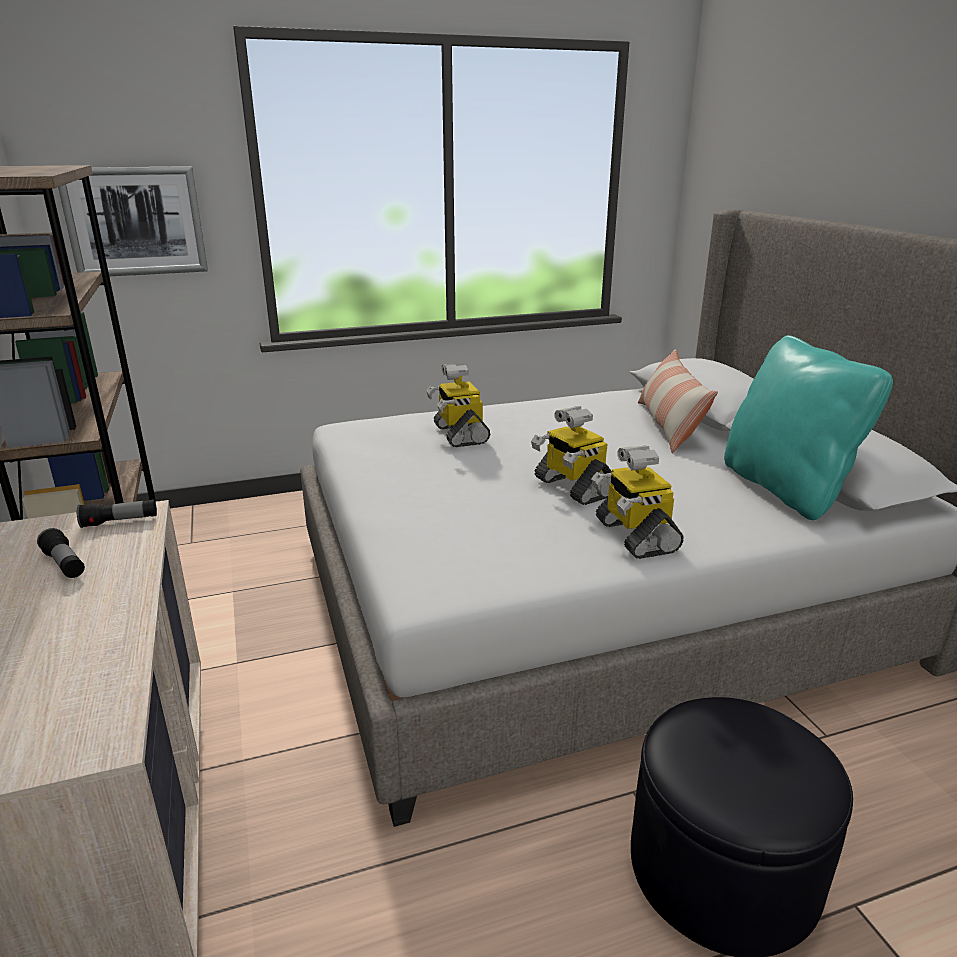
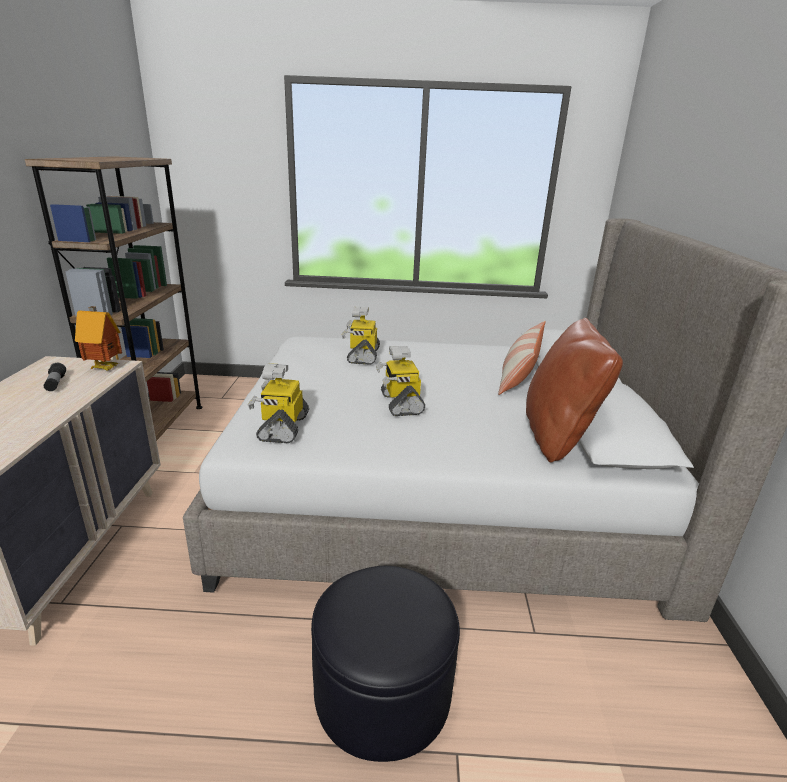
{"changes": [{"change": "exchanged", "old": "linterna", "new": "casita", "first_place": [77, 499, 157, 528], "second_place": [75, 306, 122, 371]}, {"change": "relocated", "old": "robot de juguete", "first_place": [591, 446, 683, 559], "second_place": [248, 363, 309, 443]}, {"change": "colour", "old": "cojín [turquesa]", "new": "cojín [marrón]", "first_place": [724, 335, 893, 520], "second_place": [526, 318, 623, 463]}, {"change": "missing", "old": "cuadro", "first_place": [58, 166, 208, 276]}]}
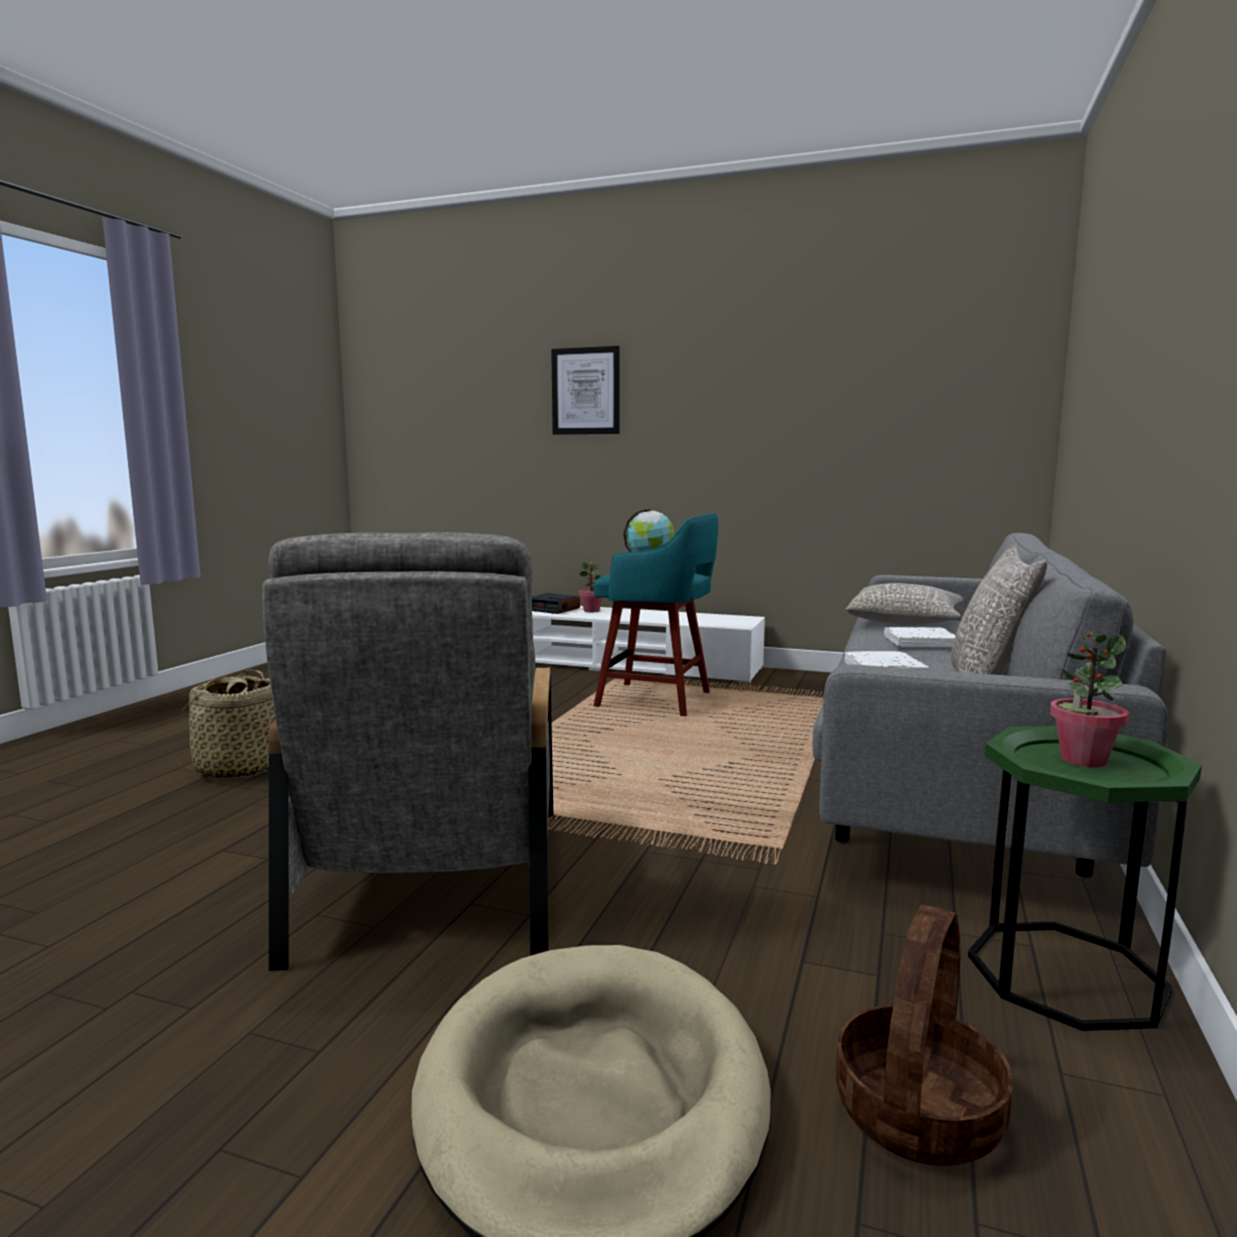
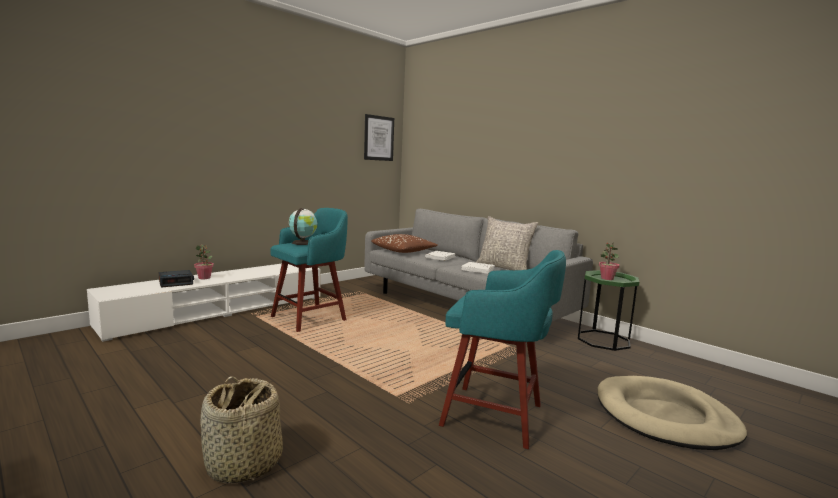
{"changes": [{"change": "relocated", "old": "cuadro", "first_place": [551, 346, 620, 435], "second_place": [364, 114, 394, 161]}, {"change": "colour", "old": "cojín [gris]", "new": "cojín [marrón]", "first_place": [846, 583, 964, 625], "second_place": [371, 234, 438, 253]}, {"change": "exchanged", "old": "sillón [gris]", "new": "taburete [turquesa]", "first_place": [262, 532, 553, 971], "second_place": [439, 250, 566, 449]}, {"change": "missing", "old": "cesta", "first_place": [836, 904, 1013, 1166]}]}
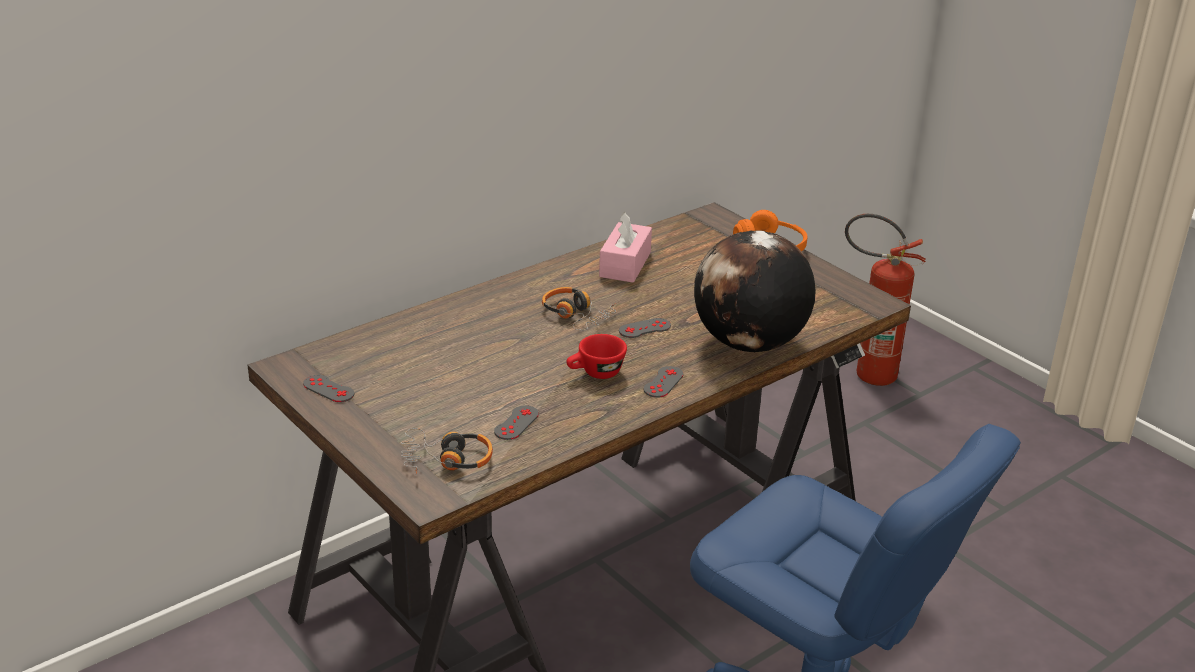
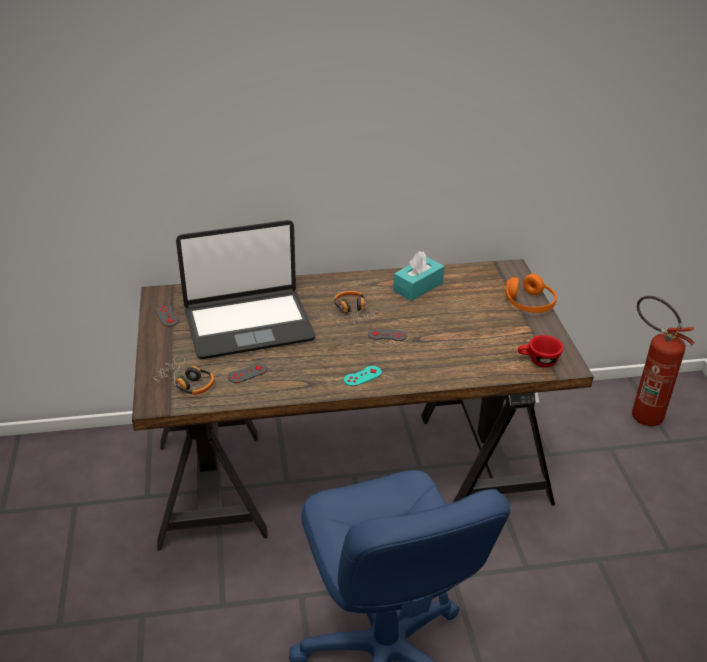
{"changes": [{"change": "appeared", "new": "portátil", "second_place": [176, 220, 316, 359]}, {"change": "colour", "old": "mando de consola [gris]", "new": "mando de consola [turquesa]", "first_place": [644, 366, 683, 398], "second_place": [344, 366, 382, 386]}, {"change": "colour", "old": "caja de pañuelos [rosa]", "new": "caja de pañuelos [turquesa]", "first_place": [599, 212, 652, 283], "second_place": [393, 251, 444, 301]}, {"change": "relocated", "old": "taza [rojo]", "first_place": [566, 334, 627, 379], "second_place": [518, 335, 564, 368]}, {"change": "missing", "old": "globo terráqueo", "first_place": [694, 230, 815, 352]}]}
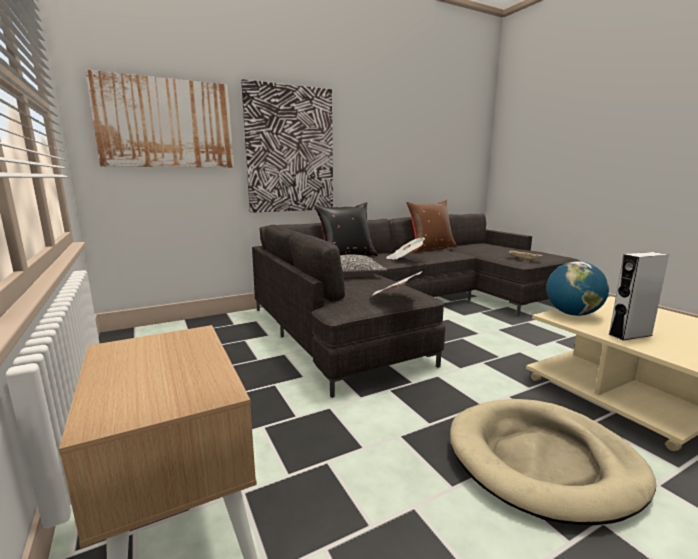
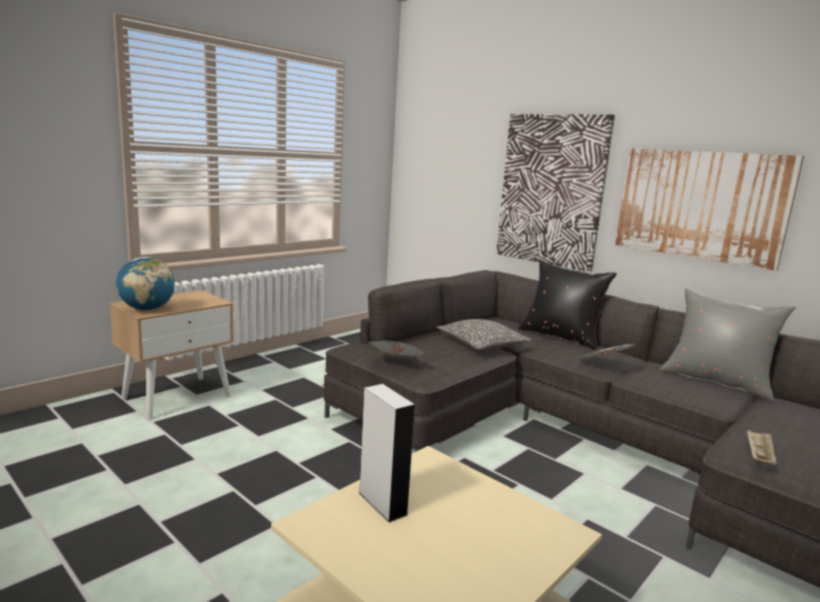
{"changes": [{"change": "relocated", "old": "globo terráqueo", "first_place": [546, 261, 609, 316], "second_place": [116, 257, 175, 310]}, {"change": "relocated", "old": "cuadro", "first_place": [85, 70, 234, 168], "second_place": [615, 148, 804, 271]}, {"change": "colour", "old": "cojín [marrón]", "new": "cojín [gris]", "first_place": [406, 200, 457, 253], "second_place": [660, 288, 796, 401]}, {"change": "missing", "old": "cama para perro [beis]", "first_place": [450, 399, 656, 525]}]}
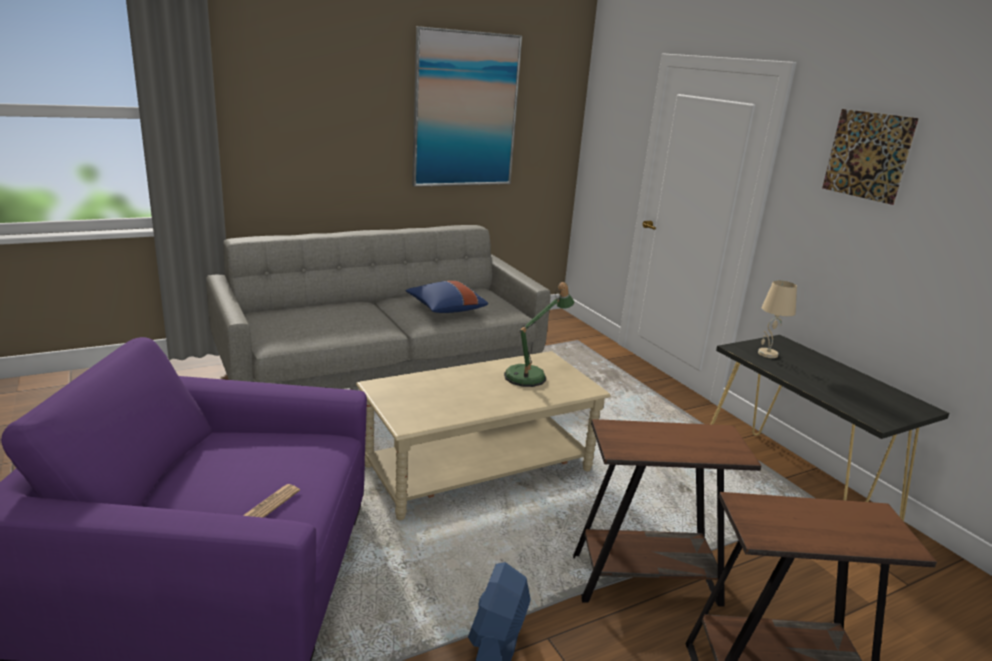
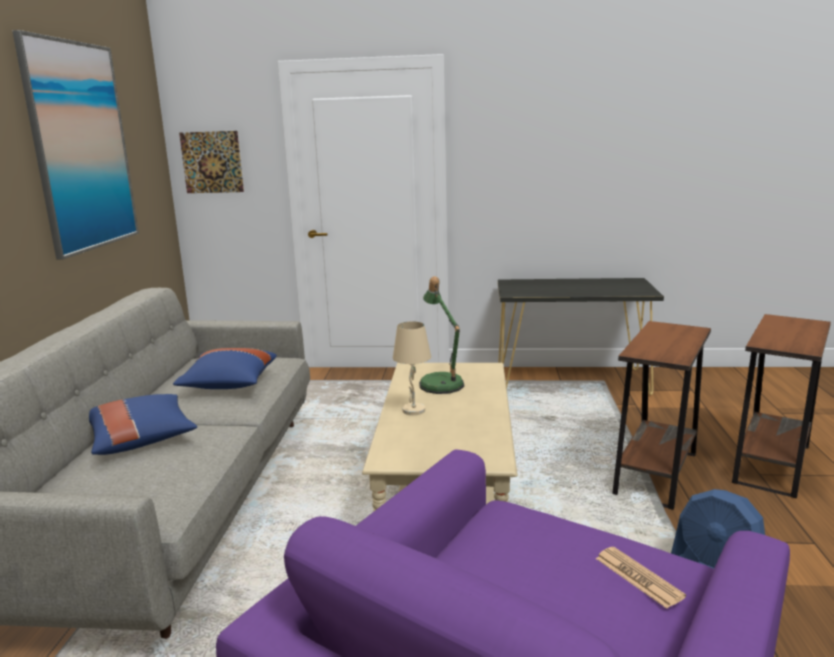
{"changes": [{"change": "appeared", "new": "cojín [azul]", "second_place": [89, 394, 197, 455]}, {"change": "relocated", "old": "cuadro", "first_place": [822, 109, 919, 205], "second_place": [179, 131, 244, 193]}, {"change": "relocated", "old": "lámpara de mesa [beis]", "first_place": [758, 280, 797, 358], "second_place": [393, 321, 431, 415]}]}
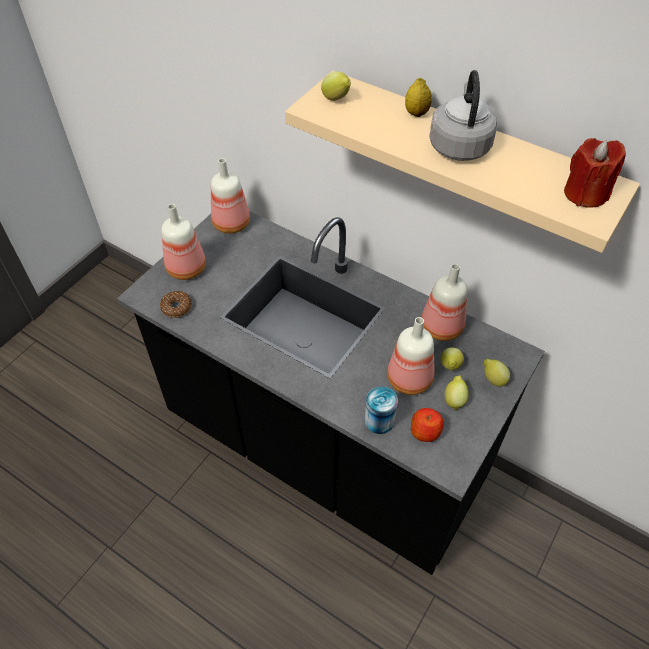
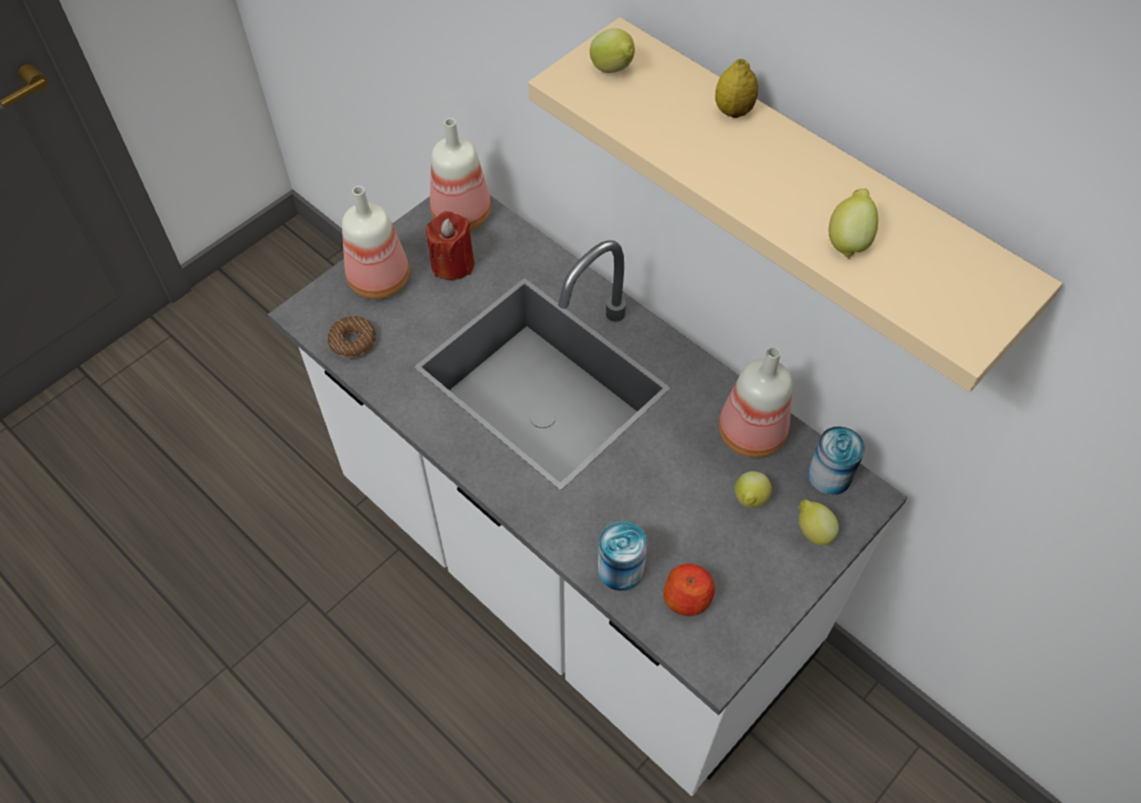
{"changes": [{"change": "colour", "old": "mueble bajo de cocina [negro]", "new": "mueble bajo de cocina [blanco]", "first_place": [117, 211, 545, 575], "second_place": [268, 195, 908, 796]}, {"change": "relocated", "old": "vela [rojo]", "first_place": [564, 138, 626, 207], "second_place": [426, 211, 474, 280]}, {"change": "appeared", "new": "lata", "second_place": [808, 426, 865, 495]}, {"change": "relocated", "old": "limón", "first_place": [445, 375, 469, 410], "second_place": [829, 188, 878, 259]}, {"change": "missing", "old": "botella", "first_place": [387, 317, 435, 395]}, {"change": "missing", "old": "hervidor [gris]", "first_place": [429, 70, 497, 161]}]}
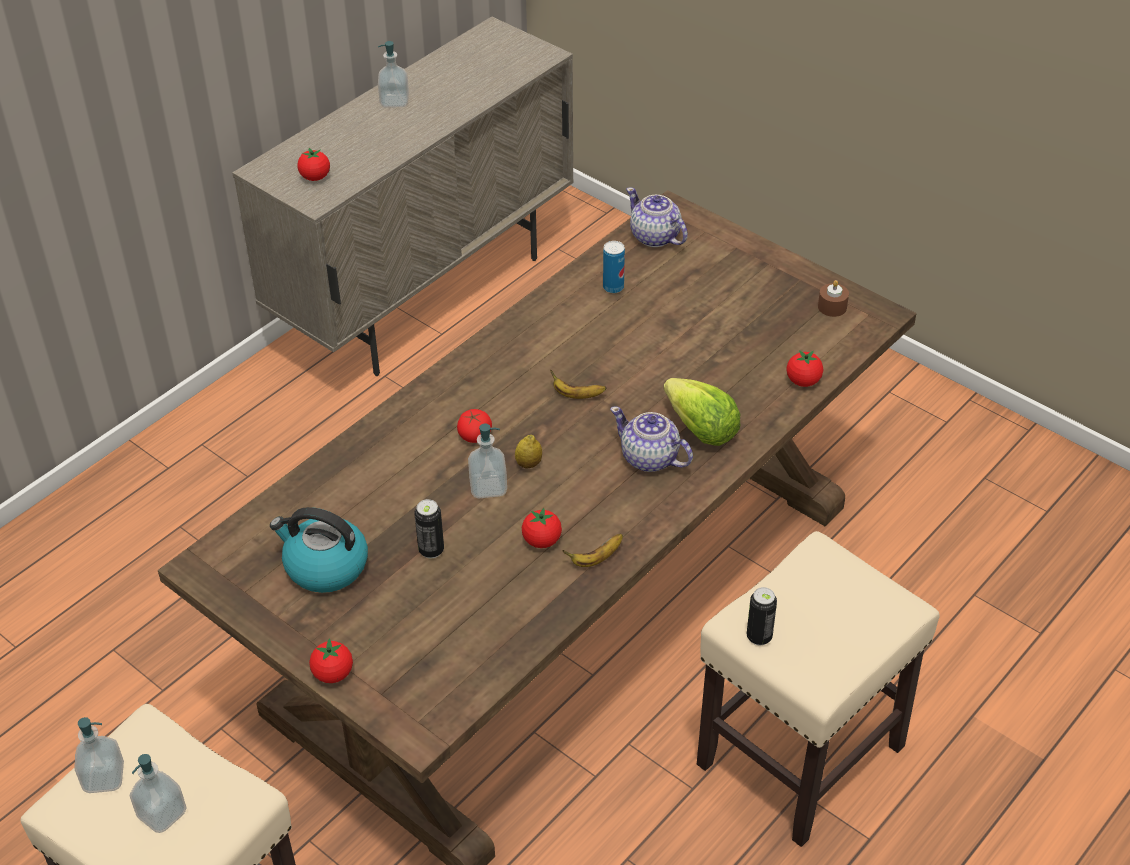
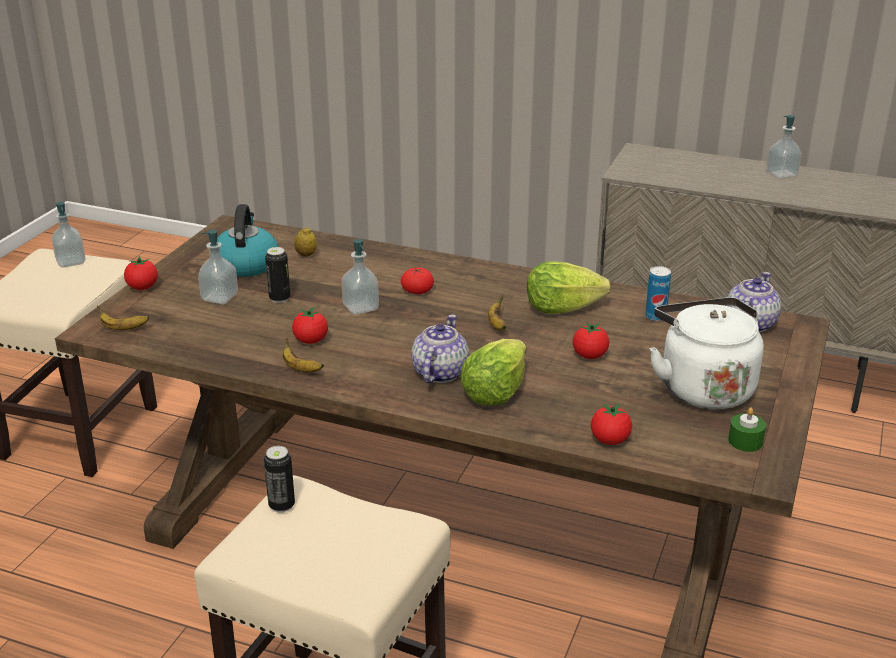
{"changes": [{"change": "appeared", "new": "plátano", "second_place": [97, 306, 149, 330]}, {"change": "relocated", "old": "dispensador de jabón", "first_place": [130, 754, 187, 833], "second_place": [198, 230, 238, 304]}, {"change": "relocated", "old": "limón", "first_place": [515, 435, 542, 469], "second_place": [294, 227, 317, 257]}, {"change": "appeared", "new": "lechuga", "second_place": [527, 261, 611, 314]}, {"change": "relocated", "old": "tomate", "first_place": [297, 148, 330, 181], "second_place": [573, 322, 609, 359]}, {"change": "appeared", "new": "hervidor [blanco]", "second_place": [649, 297, 764, 410]}, {"change": "colour", "old": "vela [marrón]", "new": "vela [verde]", "first_place": [818, 280, 849, 317], "second_place": [728, 407, 766, 452]}]}
